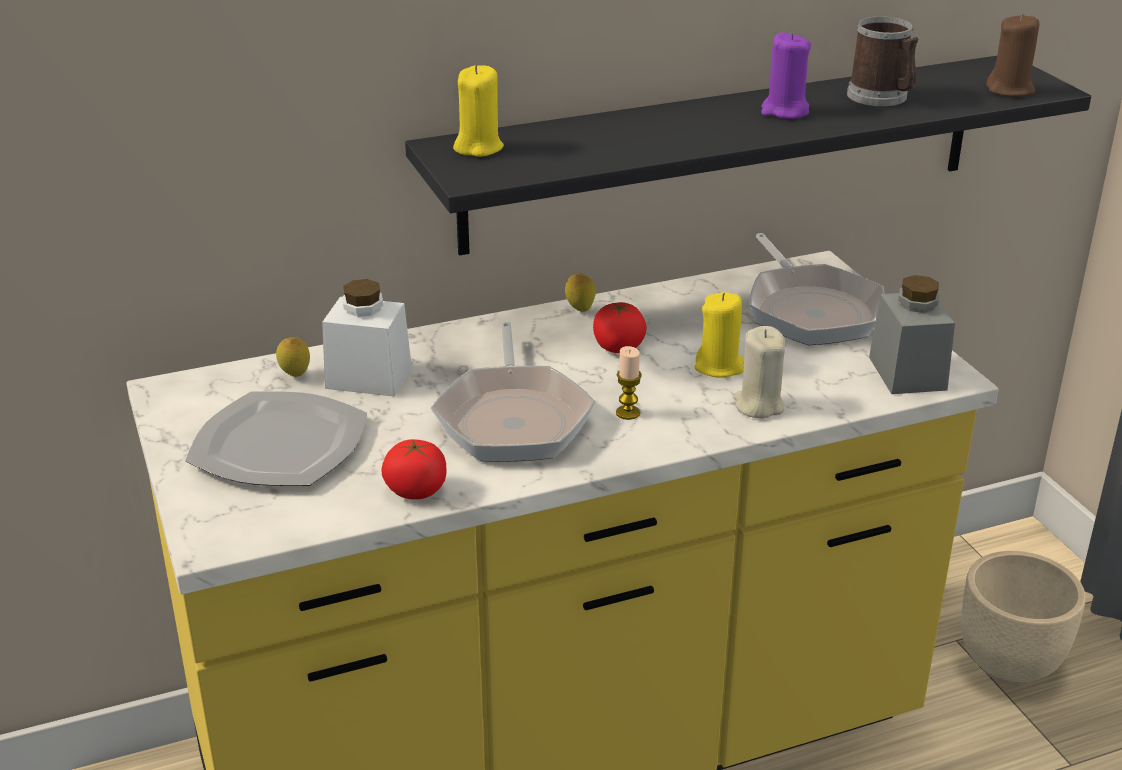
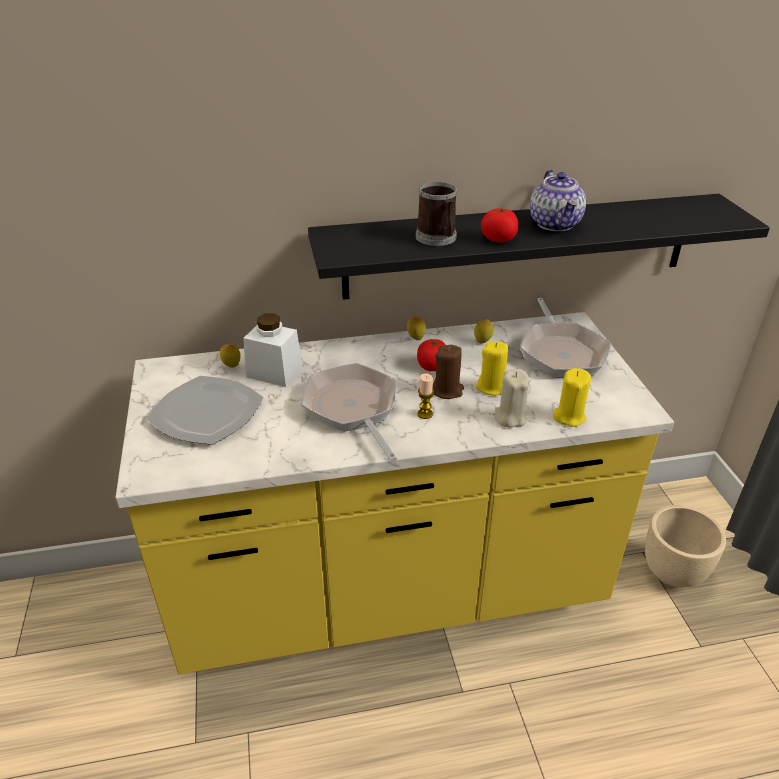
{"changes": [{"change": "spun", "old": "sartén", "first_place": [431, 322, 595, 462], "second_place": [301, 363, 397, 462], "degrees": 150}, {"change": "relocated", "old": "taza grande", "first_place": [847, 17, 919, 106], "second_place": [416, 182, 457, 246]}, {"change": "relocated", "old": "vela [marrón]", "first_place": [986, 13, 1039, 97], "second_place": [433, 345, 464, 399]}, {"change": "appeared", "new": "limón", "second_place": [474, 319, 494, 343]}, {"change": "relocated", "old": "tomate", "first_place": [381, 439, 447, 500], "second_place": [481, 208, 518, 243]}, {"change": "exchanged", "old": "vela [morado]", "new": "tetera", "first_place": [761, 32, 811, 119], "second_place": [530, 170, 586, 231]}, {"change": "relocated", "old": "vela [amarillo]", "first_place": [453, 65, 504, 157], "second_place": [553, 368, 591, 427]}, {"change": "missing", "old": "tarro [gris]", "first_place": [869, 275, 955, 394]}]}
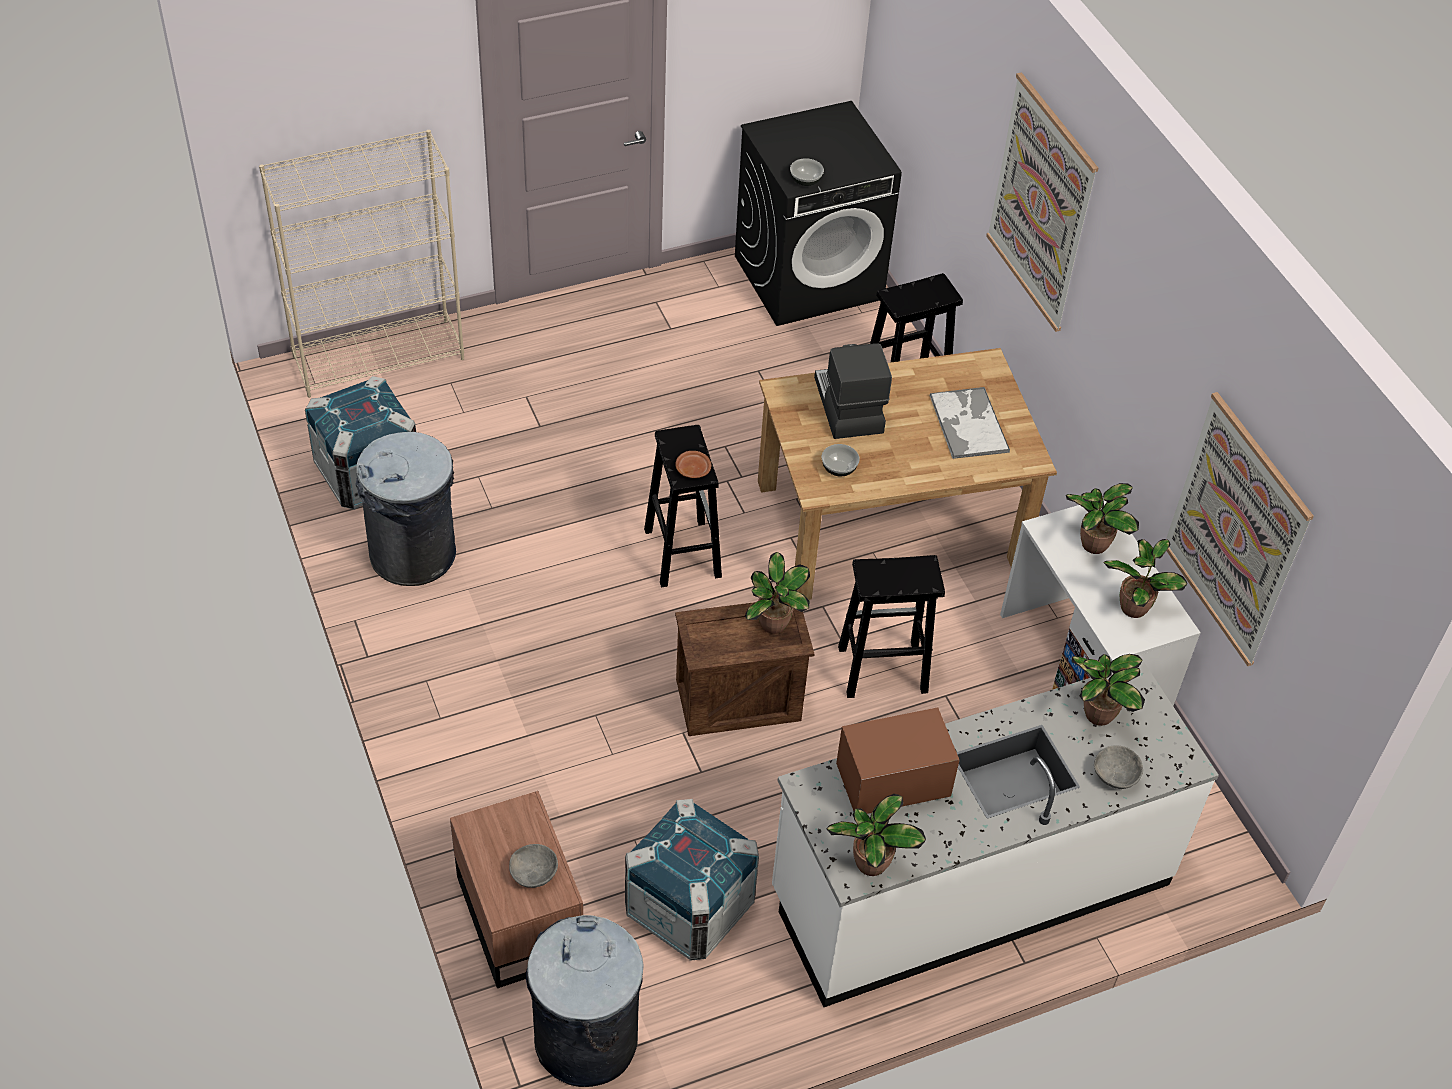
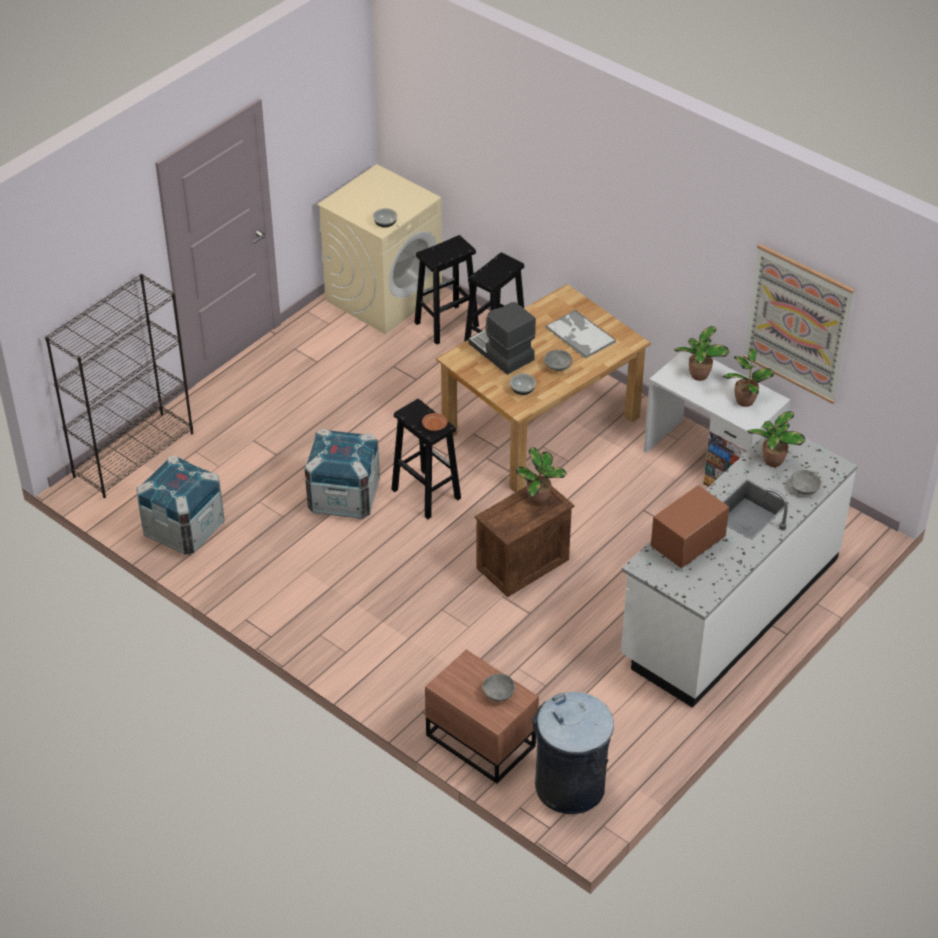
{"changes": [{"change": "colour", "old": "estantería [beis]", "new": "estantería [negro]", "first_place": [259, 130, 464, 398], "second_place": [45, 274, 193, 498]}, {"change": "relocated", "old": "caja de embalaje", "first_place": [625, 799, 759, 961], "second_place": [304, 428, 380, 519]}, {"change": "colour", "old": "lavadora [negro]", "new": "lavadora [beis]", "first_place": [735, 101, 902, 326], "second_place": [317, 164, 442, 334]}, {"change": "relocated", "old": "taburete [negro]", "first_place": [838, 555, 945, 698], "second_place": [414, 235, 479, 345]}, {"change": "appeared", "new": "cuenco [gris]", "second_place": [544, 350, 573, 371]}, {"change": "missing", "old": "papelera [gris]", "first_place": [356, 432, 456, 586]}, {"change": "missing", "old": "planta en maceta", "first_place": [827, 794, 926, 876]}, {"change": "missing", "old": "cuadro", "first_place": [986, 72, 1098, 332]}]}
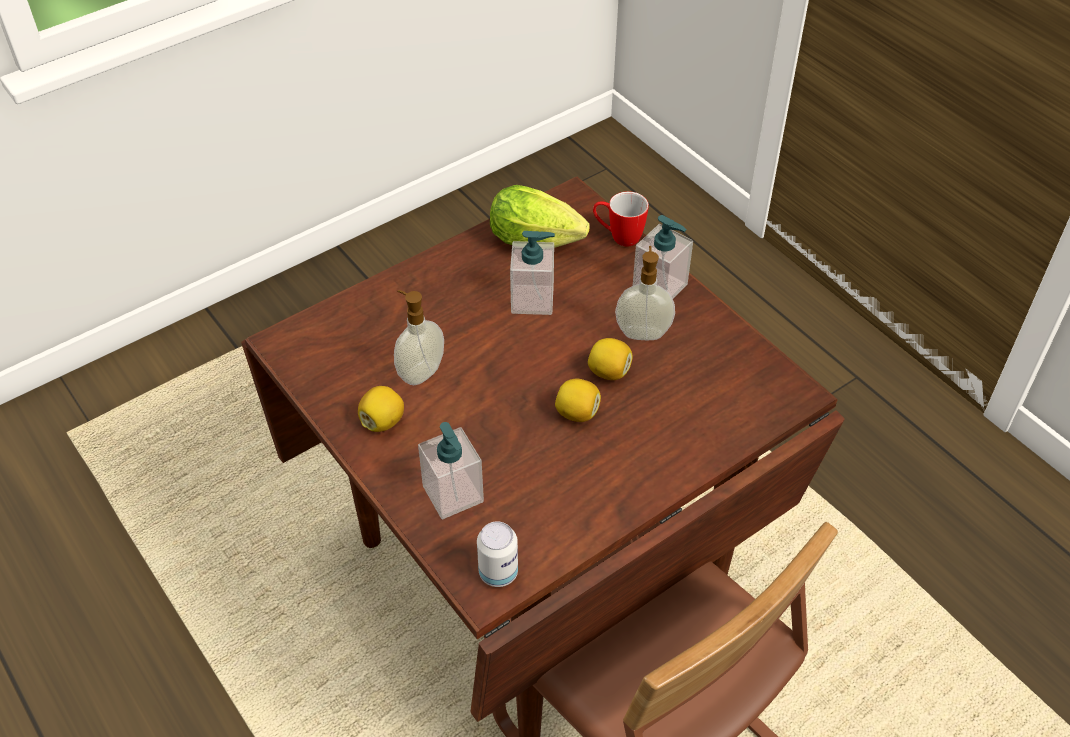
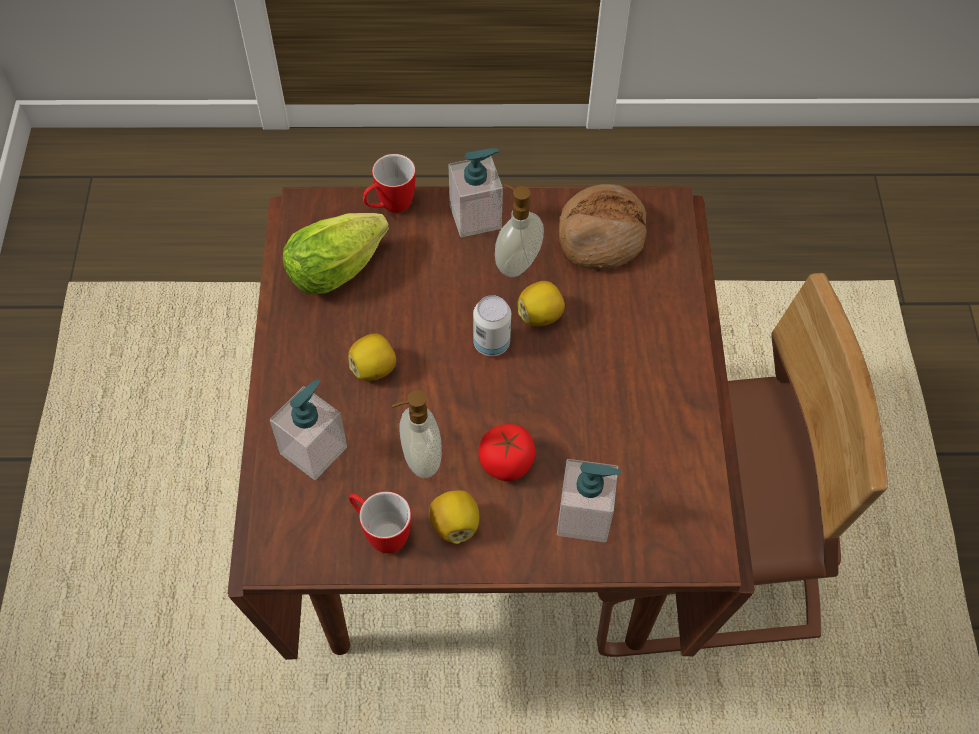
{"changes": [{"change": "relocated", "old": "dispensador de jabón", "first_place": [510, 231, 555, 315], "second_place": [270, 379, 347, 480]}, {"change": "relocated", "old": "limón", "first_place": [555, 379, 601, 422], "second_place": [348, 333, 396, 381]}, {"change": "appeared", "new": "taza grande", "second_place": [349, 491, 411, 554]}, {"change": "relocated", "old": "lata", "first_place": [477, 521, 518, 587], "second_place": [473, 295, 511, 356]}, {"change": "appeared", "new": "tomate", "second_place": [478, 424, 535, 481]}, {"change": "appeared", "new": "pan", "second_place": [559, 184, 647, 269]}]}
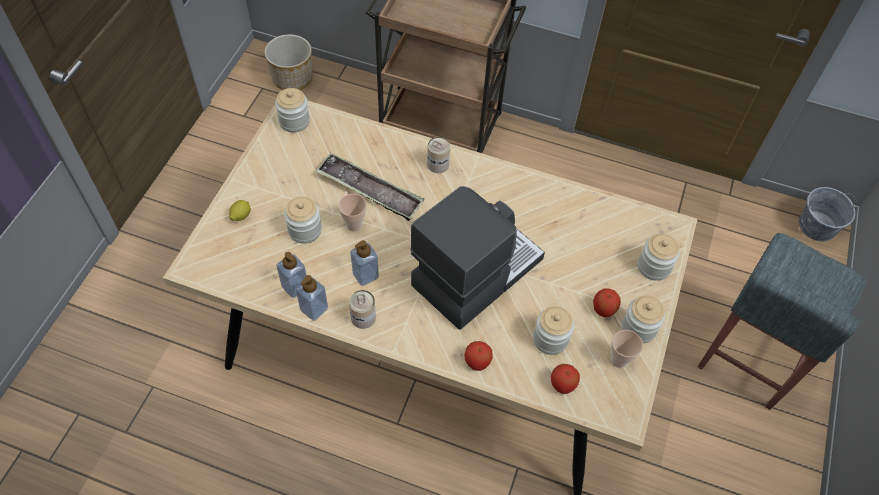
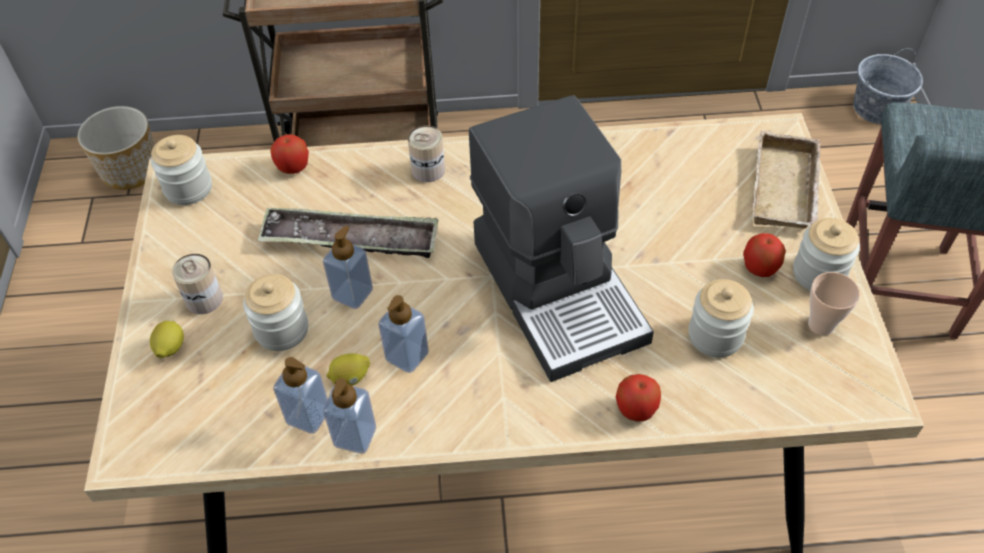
{"changes": [{"change": "relocated", "old": "lata", "first_place": [349, 290, 376, 329], "second_place": [172, 254, 223, 314]}, {"change": "relocated", "old": "manzana", "first_place": [551, 364, 580, 394], "second_place": [270, 134, 309, 174]}, {"change": "exchanged", "old": "taza", "new": "dispensador de jabón", "first_place": [338, 194, 367, 232], "second_place": [323, 225, 373, 309]}, {"change": "appeared", "new": "limón", "second_place": [327, 353, 370, 386]}, {"change": "spun", "old": "cafetera", "first_place": [410, 186, 545, 330], "second_place": [469, 95, 654, 382], "degrees": 135}, {"change": "exchanged", "old": "tarro", "new": "bandeja [beis]", "first_place": [638, 234, 680, 281], "second_place": [752, 130, 821, 229]}]}
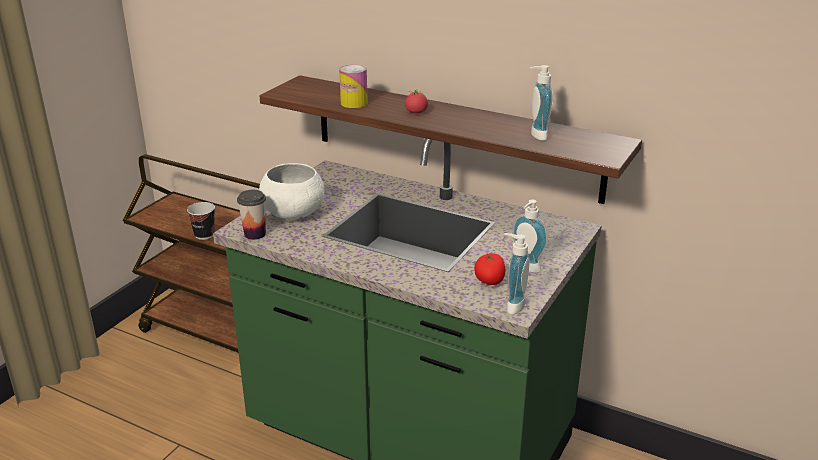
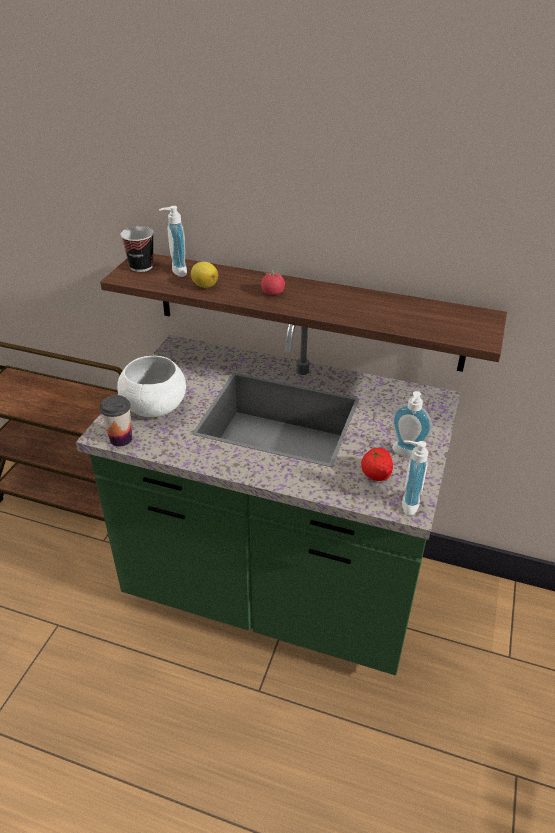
{"changes": [{"change": "relocated", "old": "taza", "first_place": [187, 202, 215, 240], "second_place": [120, 226, 154, 272]}, {"change": "relocated", "old": "dispensador de jabón", "first_place": [530, 65, 553, 141], "second_place": [159, 206, 187, 277]}, {"change": "exchanged", "old": "lata", "new": "limón", "first_place": [339, 64, 368, 108], "second_place": [191, 262, 218, 288]}]}
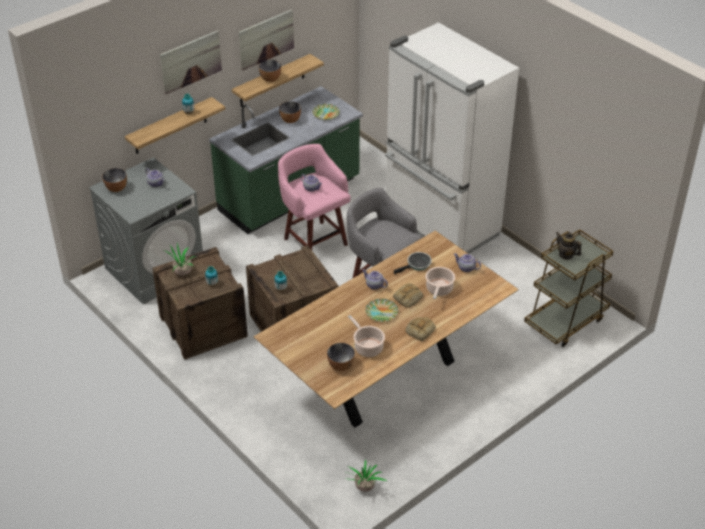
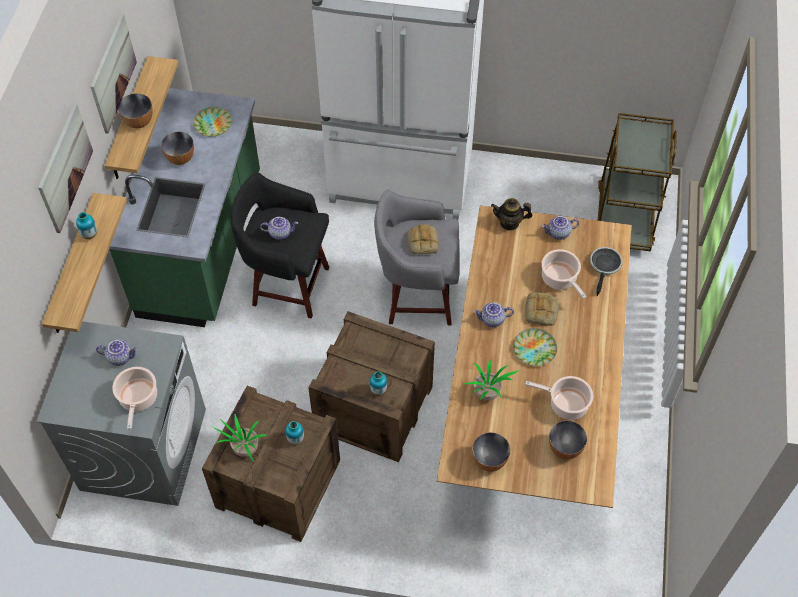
{"changes": [{"change": "appeared", "new": "olla", "second_place": [112, 367, 157, 429]}, {"change": "colour", "old": "taburete [rosa]", "new": "taburete [negro]", "first_place": [278, 144, 350, 250], "second_place": [231, 172, 329, 319]}, {"change": "relocated", "old": "pan", "first_place": [405, 317, 436, 341], "second_place": [407, 224, 439, 254]}, {"change": "relocated", "old": "planta en maceta", "first_place": [346, 460, 388, 492], "second_place": [464, 360, 520, 401]}, {"change": "relocated", "old": "cuenco", "first_place": [102, 168, 127, 192], "second_place": [472, 432, 510, 472]}, {"change": "relocated", "old": "tetera", "first_place": [556, 232, 582, 260], "second_place": [491, 198, 532, 230]}, {"change": "relocated", "old": "sartén", "first_place": [394, 252, 432, 274], "second_place": [590, 247, 623, 296]}]}
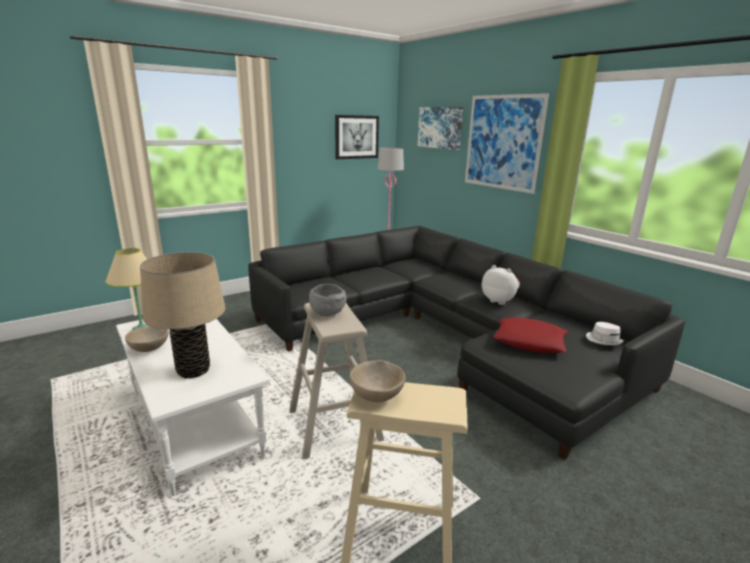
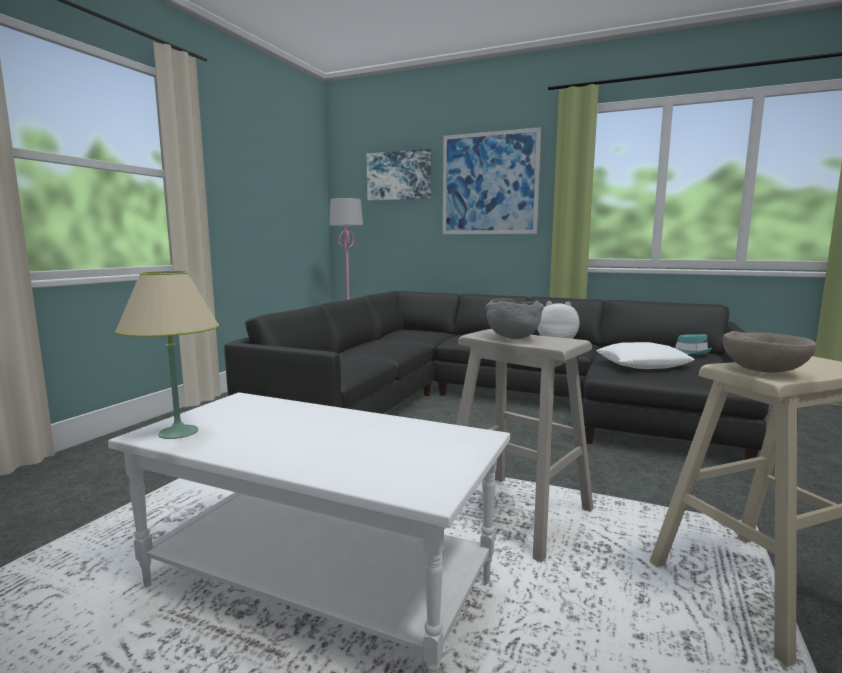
{"changes": [{"change": "colour", "old": "cojín [rojo]", "new": "cojín [blanco]", "first_place": [493, 318, 568, 353], "second_place": [596, 342, 695, 369]}, {"change": "colour", "old": "sombrero [blanco]", "new": "sombrero [turquesa]", "first_place": [586, 322, 624, 345], "second_place": [675, 334, 712, 354]}, {"change": "missing", "old": "cuenco [beis]", "first_place": [125, 326, 169, 352]}, {"change": "missing", "old": "lámpara de mesa [beis]", "first_place": [140, 252, 225, 378]}, {"change": "missing", "old": "cuadro", "first_place": [335, 115, 379, 159]}]}
